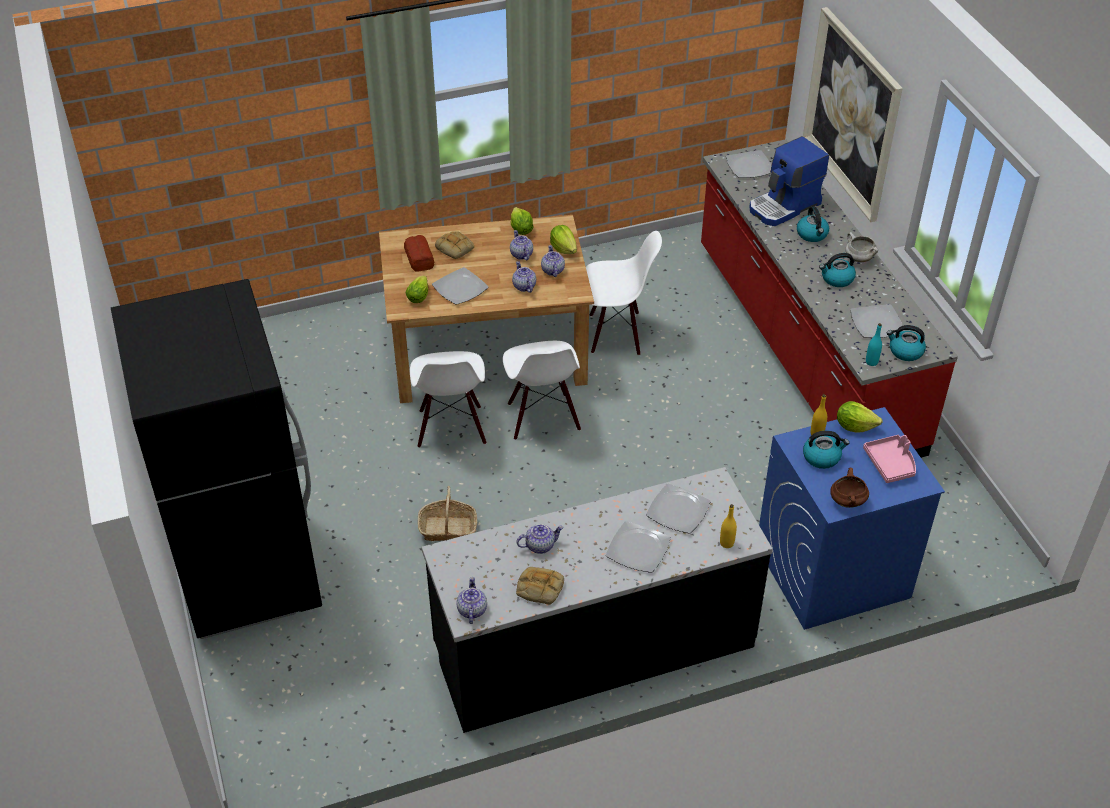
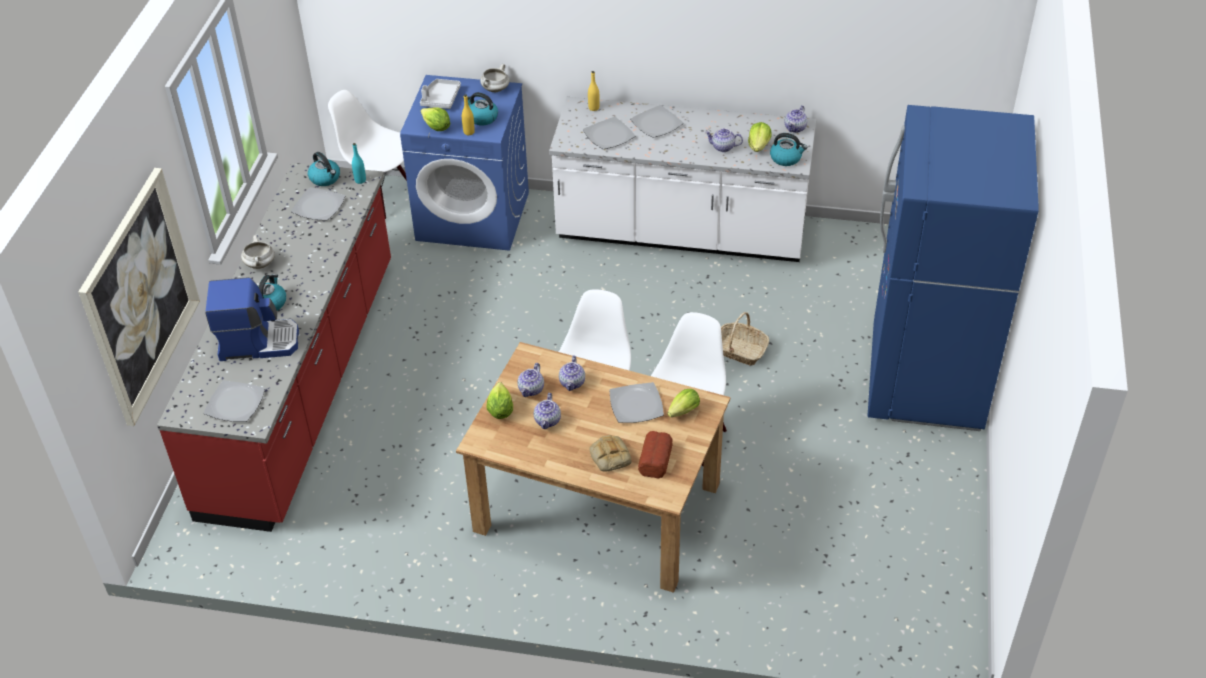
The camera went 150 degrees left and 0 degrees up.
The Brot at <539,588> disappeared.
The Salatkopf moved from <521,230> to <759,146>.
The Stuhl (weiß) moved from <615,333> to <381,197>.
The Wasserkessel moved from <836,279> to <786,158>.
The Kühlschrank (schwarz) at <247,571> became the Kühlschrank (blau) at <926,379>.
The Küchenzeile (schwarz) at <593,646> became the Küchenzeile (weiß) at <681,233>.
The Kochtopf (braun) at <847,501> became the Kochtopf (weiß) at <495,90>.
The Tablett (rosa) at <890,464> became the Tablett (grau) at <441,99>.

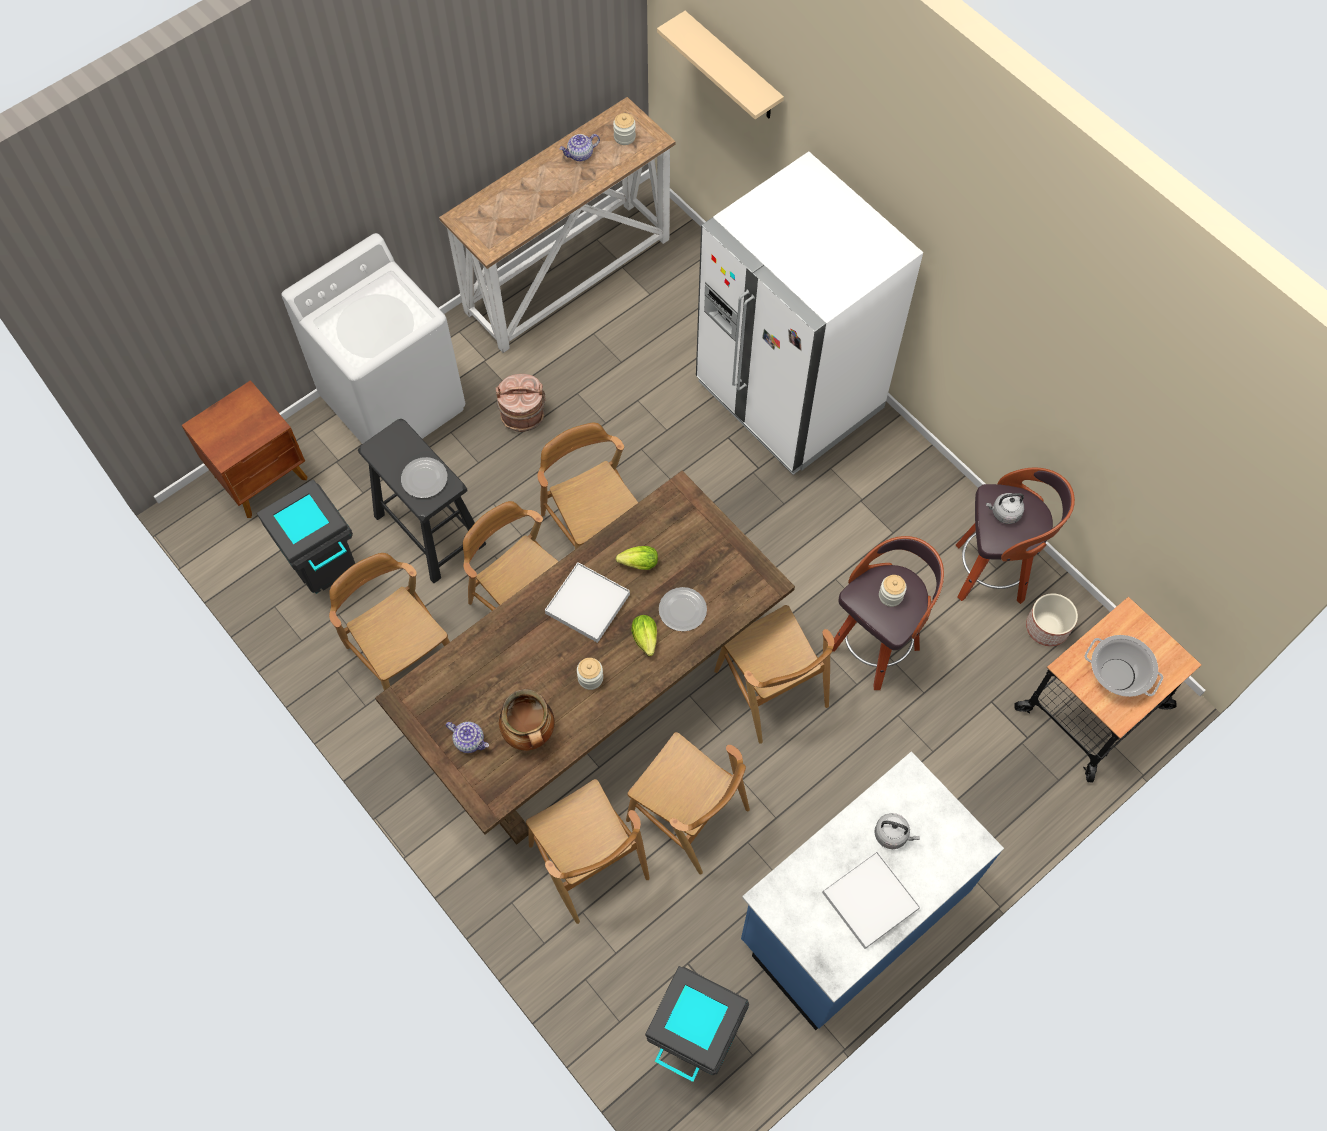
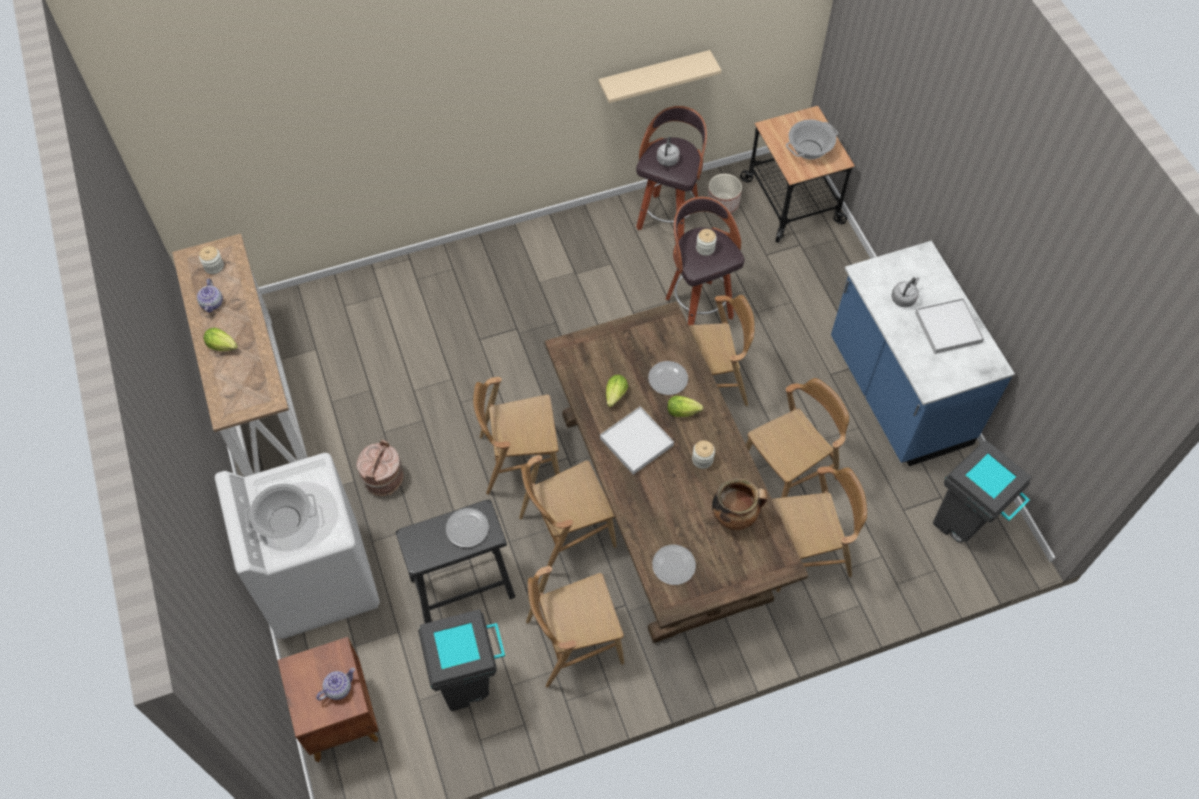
The camera went 70 degrees left and 5 degrees down.
The Kühlschrank (weiß) at <789,395> disappeared.
The Salatkopf at <224,346> appeared.
The Kochtopf at <285,520> appeared.
The Teller at <673,565> appeared.
The Teekanne moved from <470,740> to <338,688>.
The Wandregal (beige) moved from <732,68> to <654,77>.

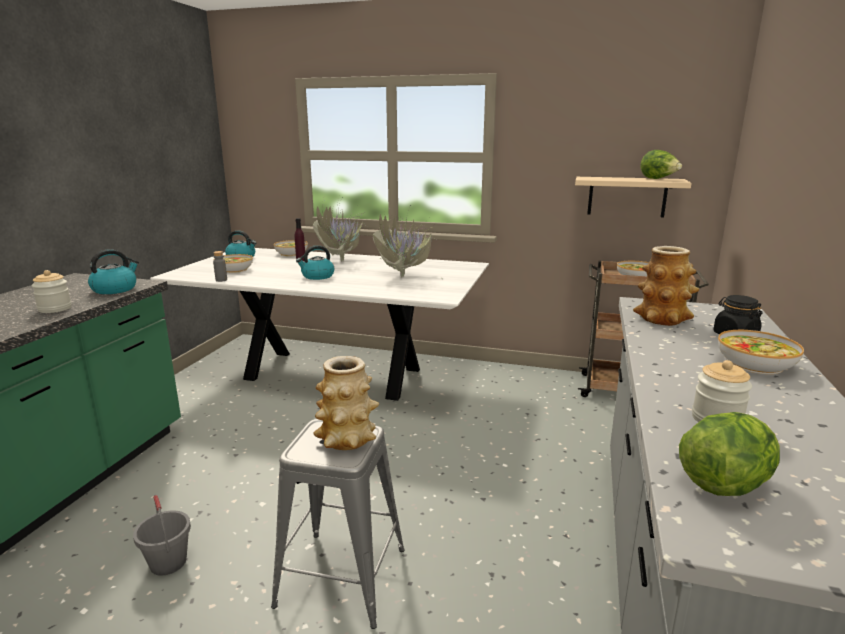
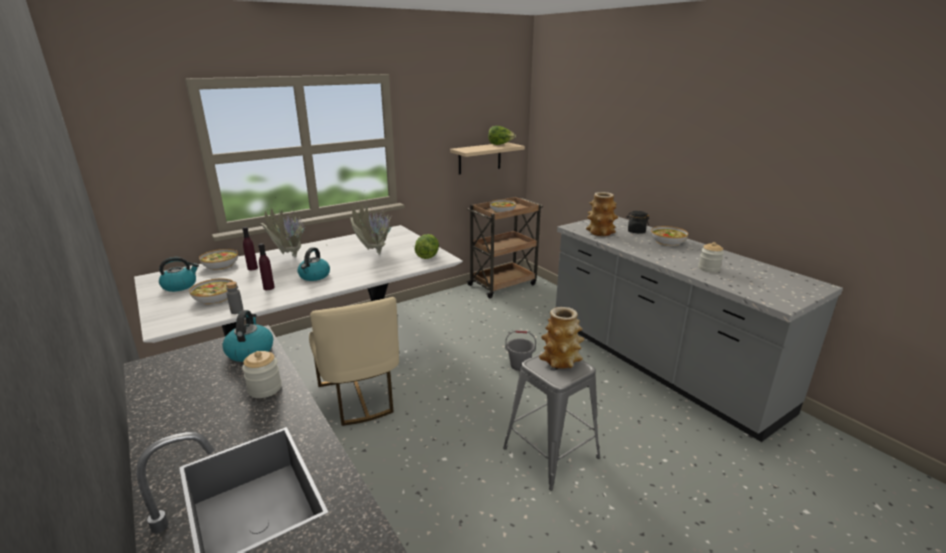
The camera went 50 degrees left and 5 degrees up.
The Flasche (lila) at <269,288> appeared.
The Stuhl (beige) at <359,397> appeared.
The Eimer (grau) moved from <169,562> to <519,365>.
The Salatkopf moved from <724,484> to <427,256>.

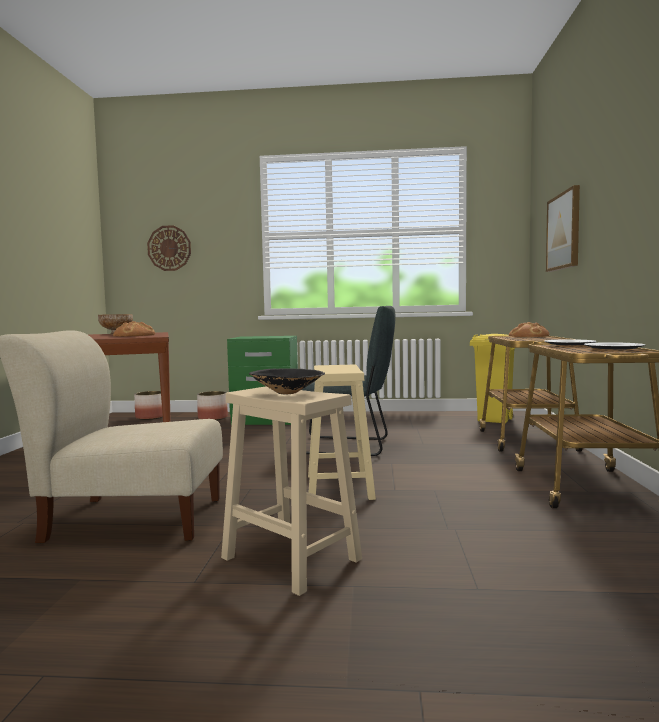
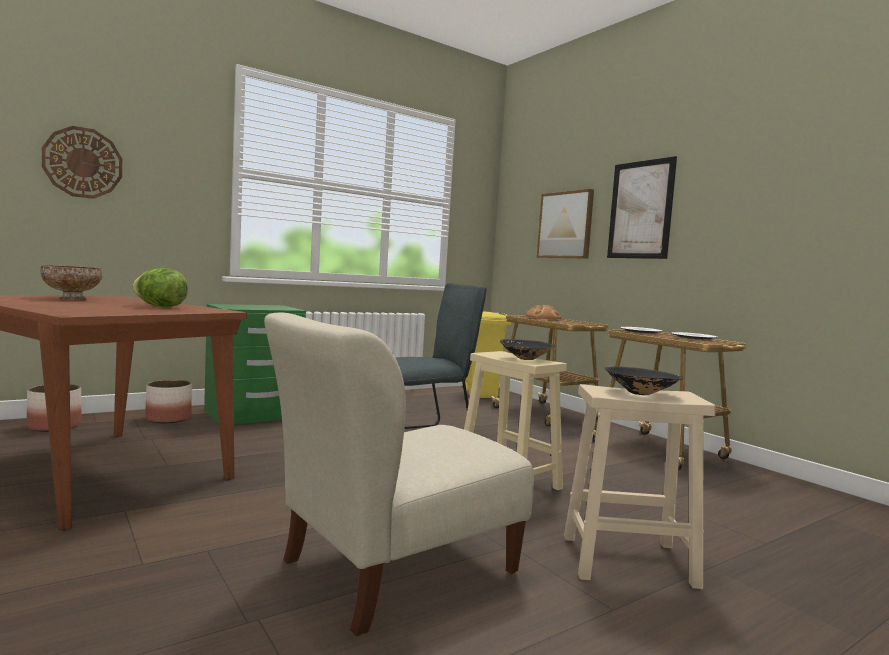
The camera went 40 degrees left and 0 degrees up.
The Schüssel (schwarz) at <526,359> appeared.
The Bild at <640,210> appeared.
The Brot at <134,335> was replaced by the Salatkopf at <160,306>.

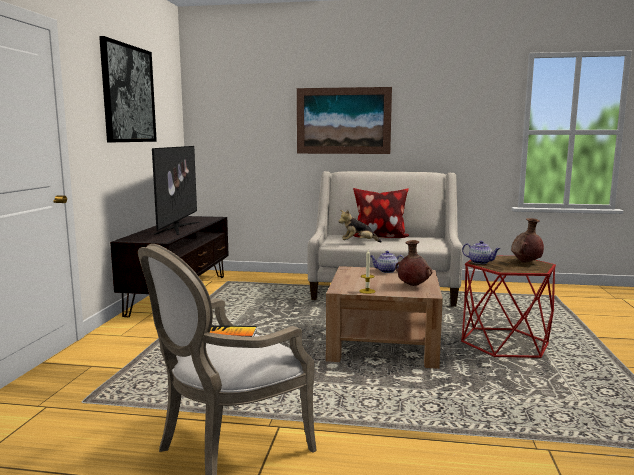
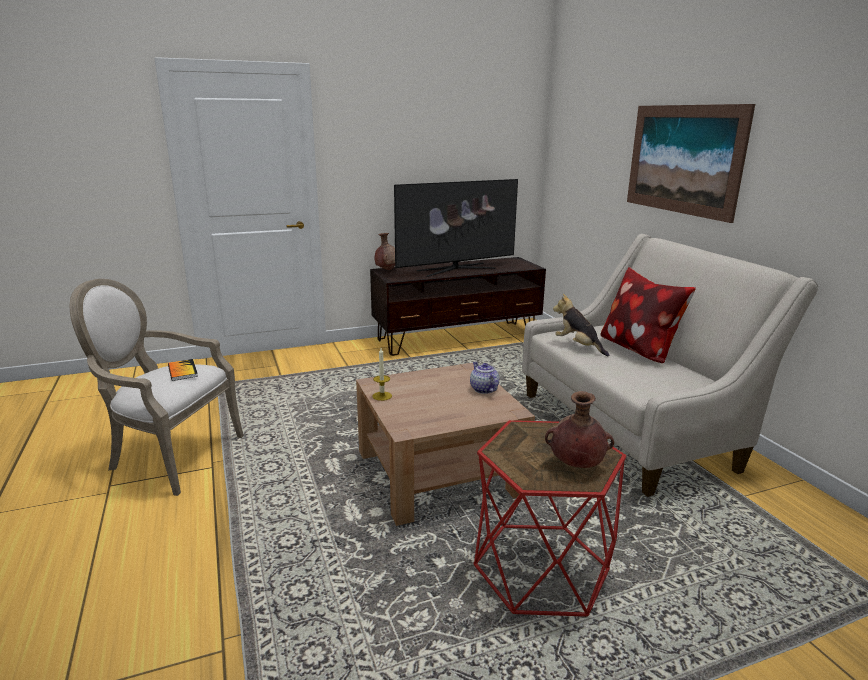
The camera went 60 degrees right and 10 degrees up.
The Bild at <128,94> disappeared.
The Teekanne at <480,262> disappeared.
The Vase (braun) moved from <412,286> to <387,270>.

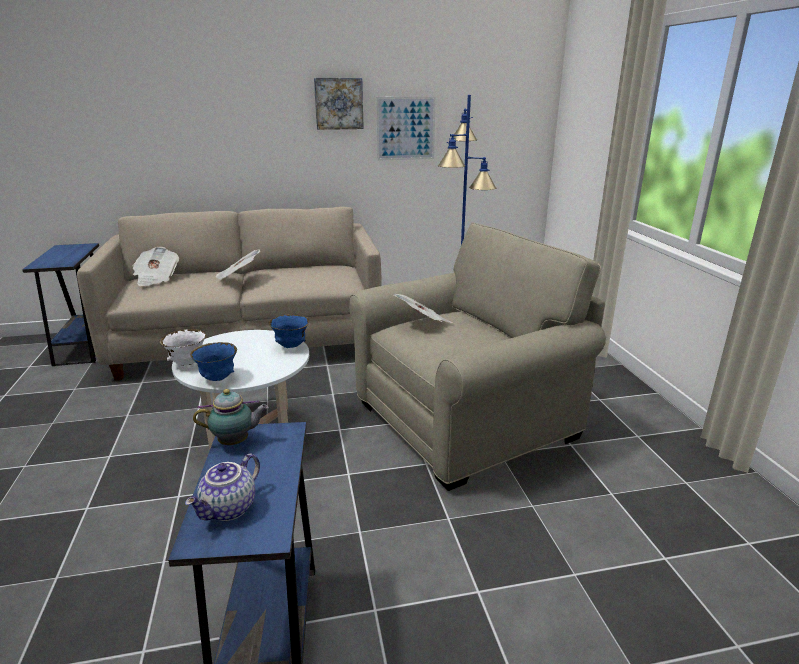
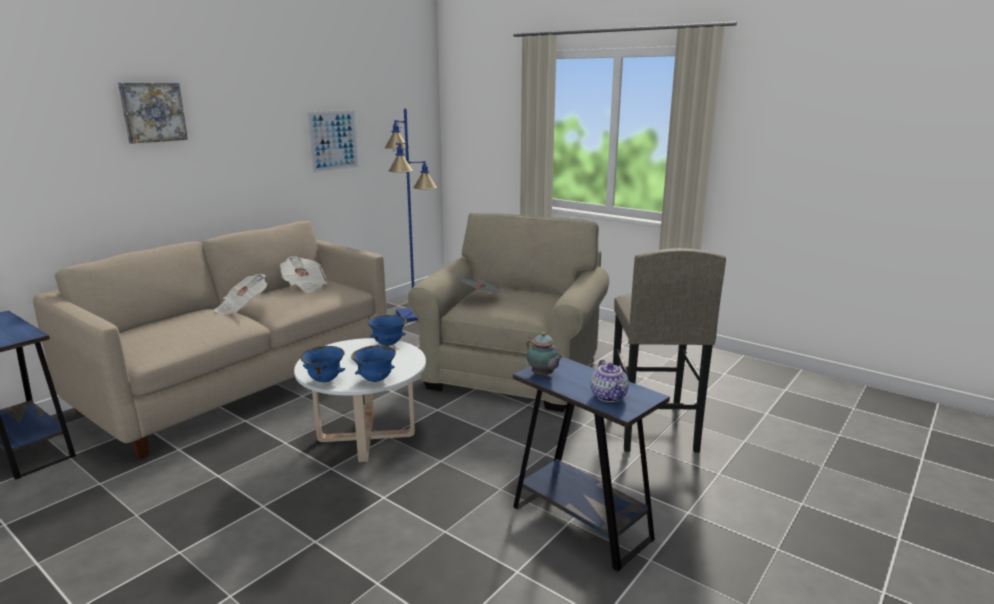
The camera went 40 degrees left and 5 degrees down.
The Hocker (grau) at <651,428> appeared.
The Zeitung moved from <156,278> to <305,286>.
The Bild moved from <338,103> to <152,112>.
The Schüssel (weiß) at <187,363> became the Schüssel (blau) at <324,380>.
The Teekanne at <236,442> turned 105 degrees clockwise.

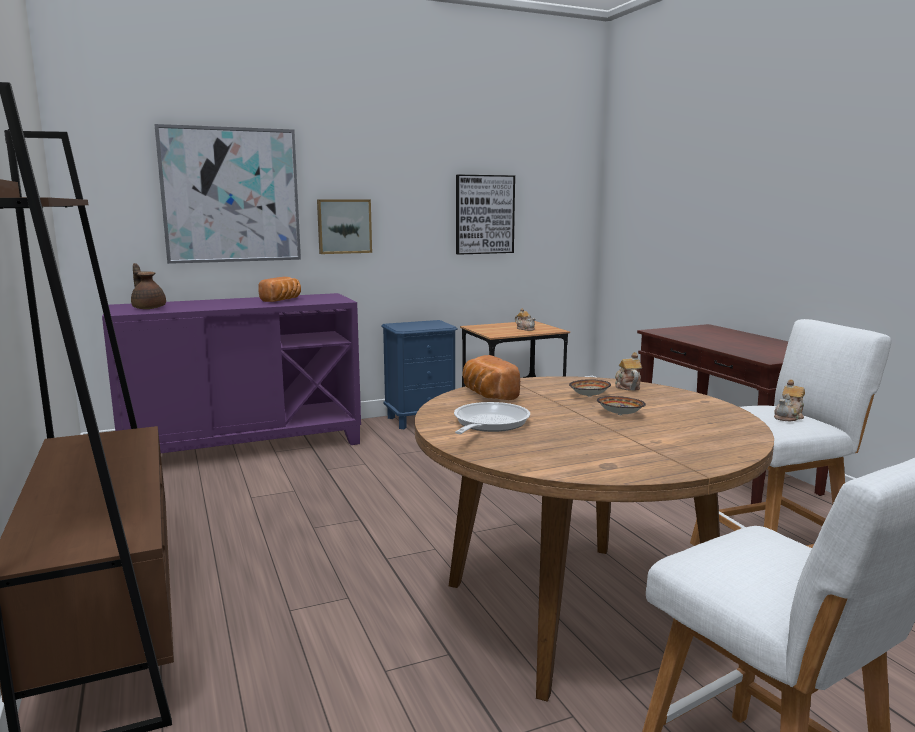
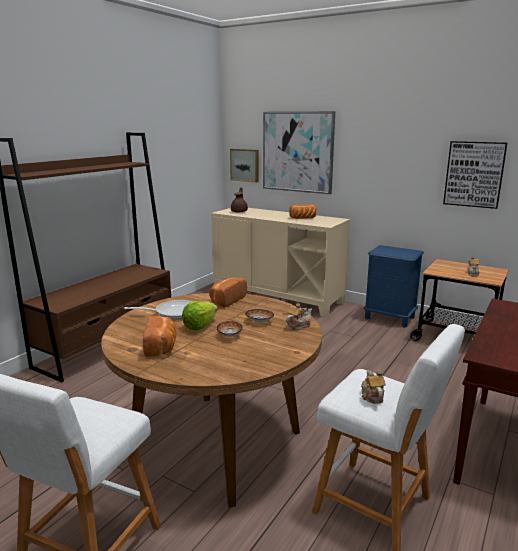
The camera went 55 degrees right and 5 degrees up.
The Brot at <162,347> appeared.
The Salatkopf at <200,326> appeared.
The Bild moved from <344,226> to <245,165>.
The Schrank (lila) at <244,446> became the Schrank (beige) at <278,297>.
The Teekanne at <789,417> turned 75 degrees clockwise.

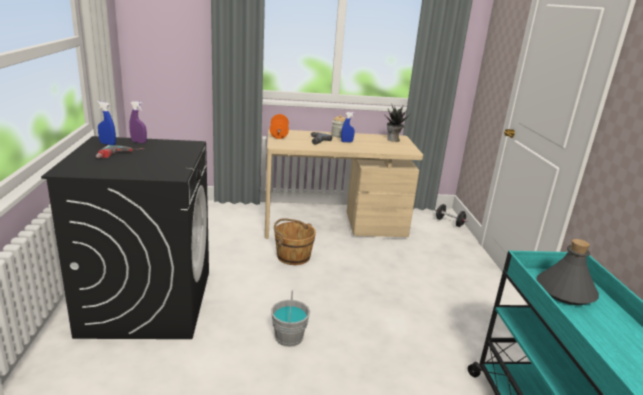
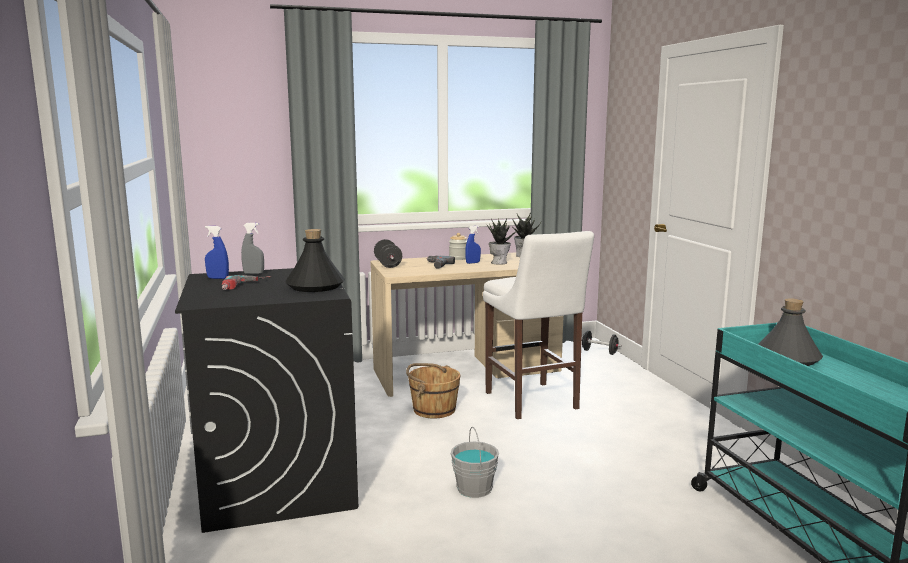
The camera went 10 degrees left and 10 degrees down.
The Flasche (schwarz) at <316,286> appeared.
The Hocker (weiß) at <533,402> appeared.
The Topfpflanze at <499,262> appeared.
The Sprühflasche (lila) at <139,142> became the Sprühflasche (grau) at <253,273>.
The Hantel (orange) at <279,135> became the Hantel (schwarz) at <388,264>.

